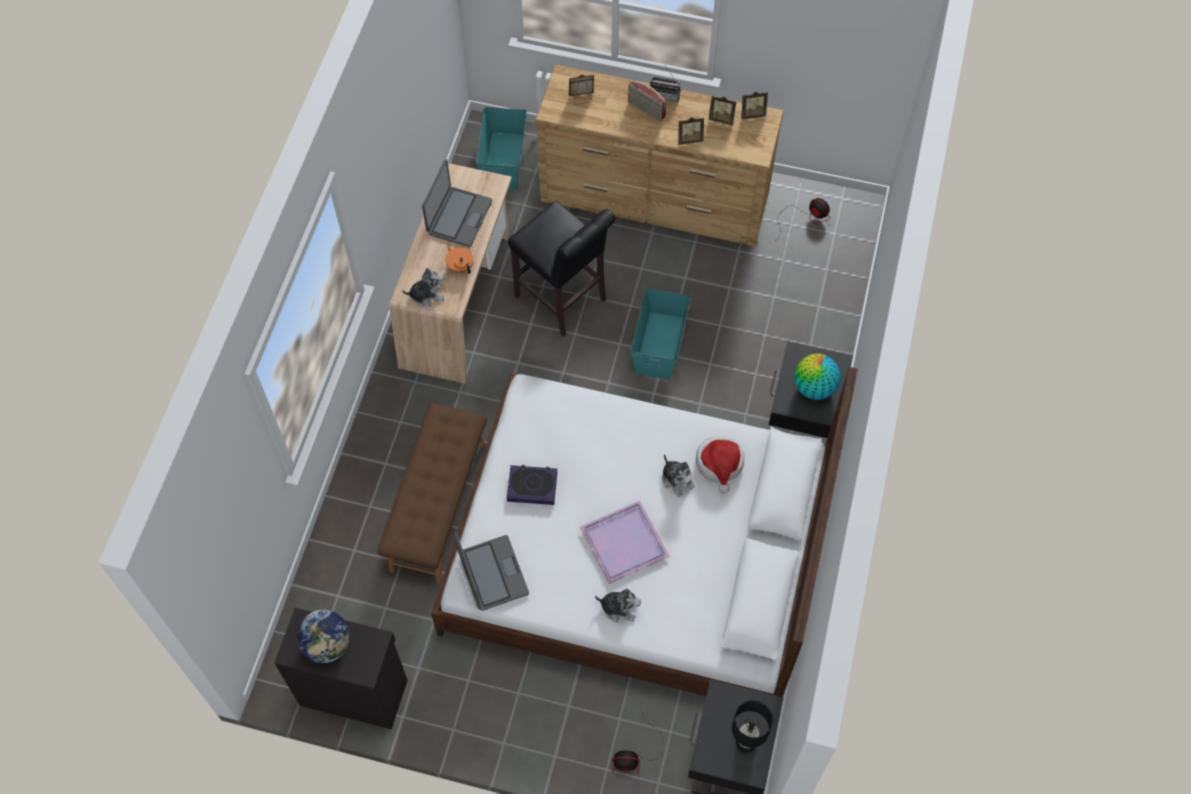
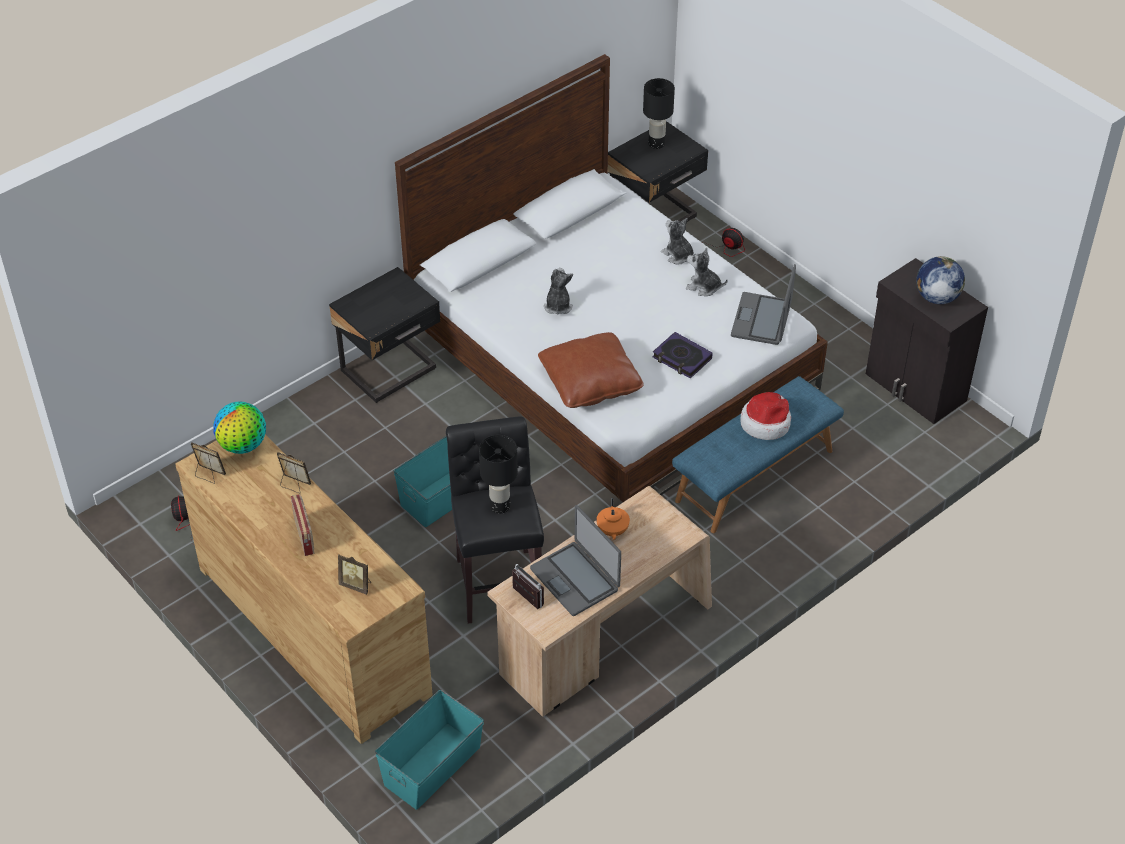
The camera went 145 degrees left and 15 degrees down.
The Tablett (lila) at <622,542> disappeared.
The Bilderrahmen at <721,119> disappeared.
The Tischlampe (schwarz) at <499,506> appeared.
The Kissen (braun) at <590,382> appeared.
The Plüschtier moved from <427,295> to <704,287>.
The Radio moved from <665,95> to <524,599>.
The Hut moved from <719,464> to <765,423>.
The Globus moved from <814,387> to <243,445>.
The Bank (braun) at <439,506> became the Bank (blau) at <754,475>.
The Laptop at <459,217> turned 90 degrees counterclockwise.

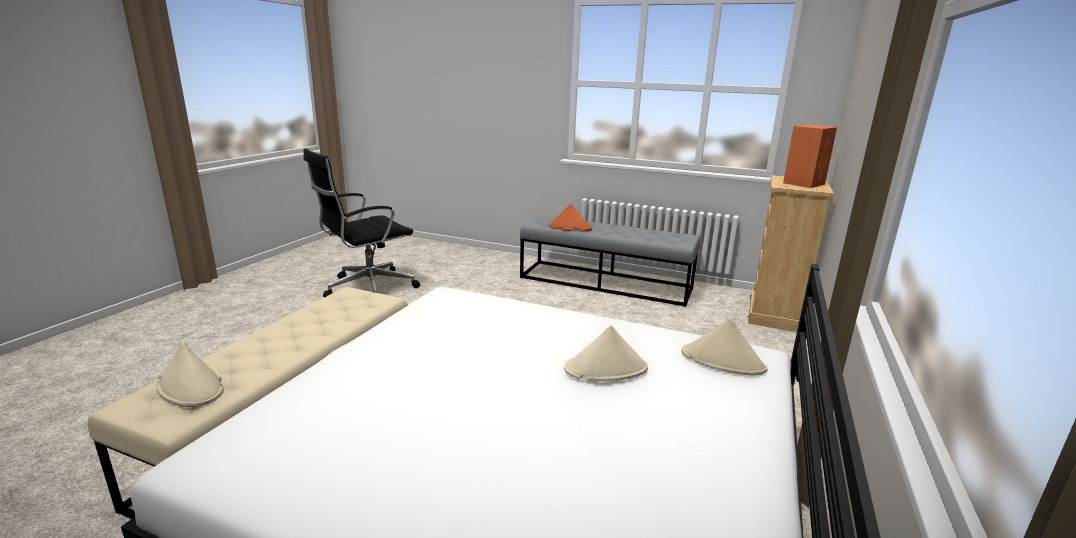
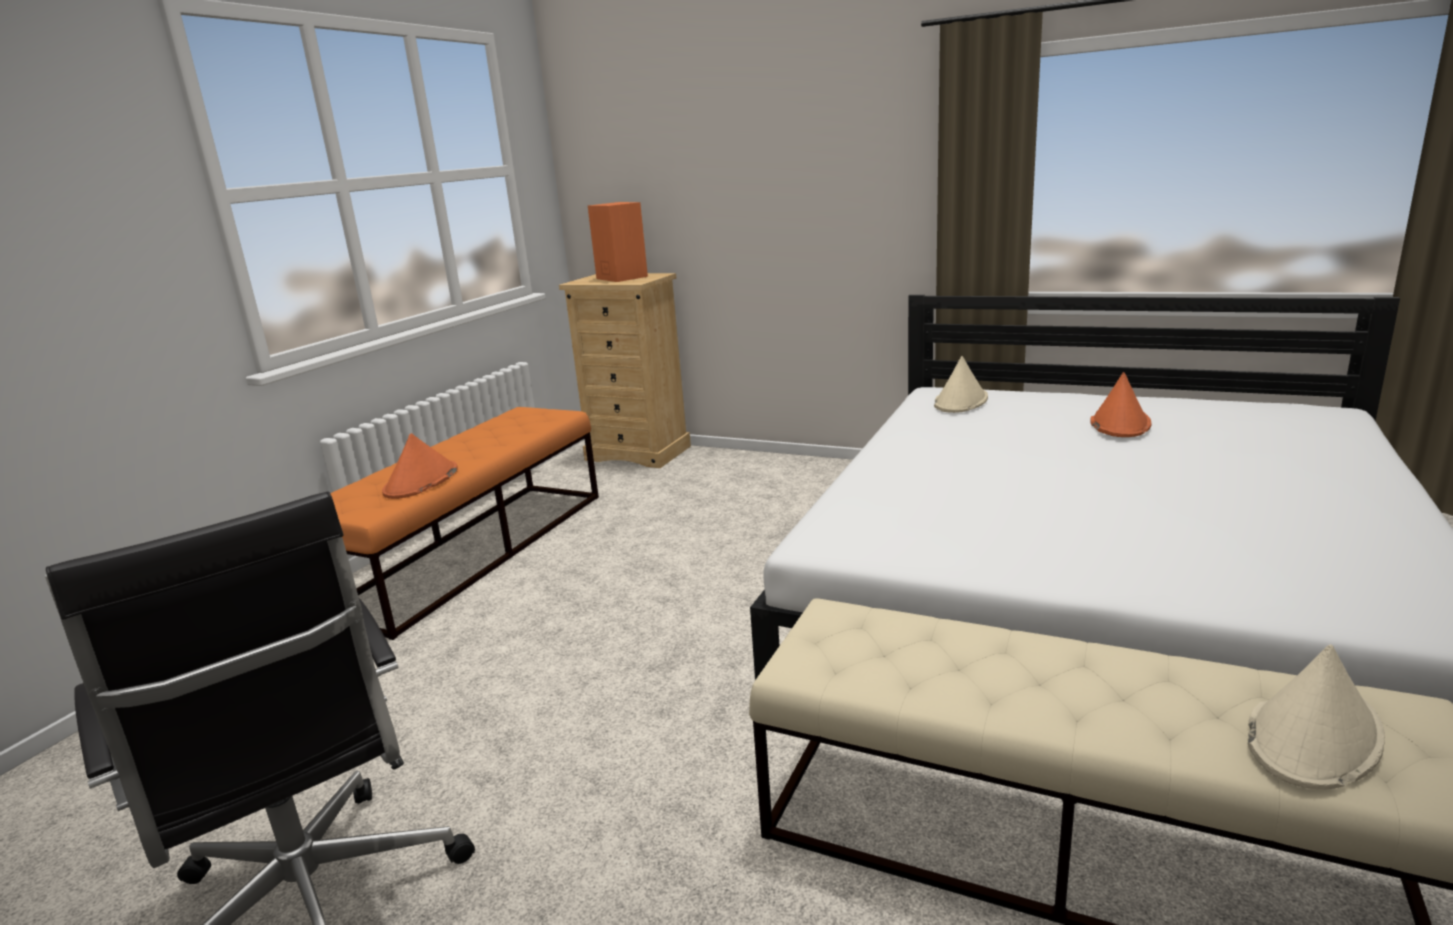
The camera went 85 degrees left and 0 degrees up.
The Hut (beige) at <606,369> disappeared.
The Hut (orange) at <1119,423> appeared.
The Bank (grau) at <606,282> became the Bank (orange) at <474,551>.

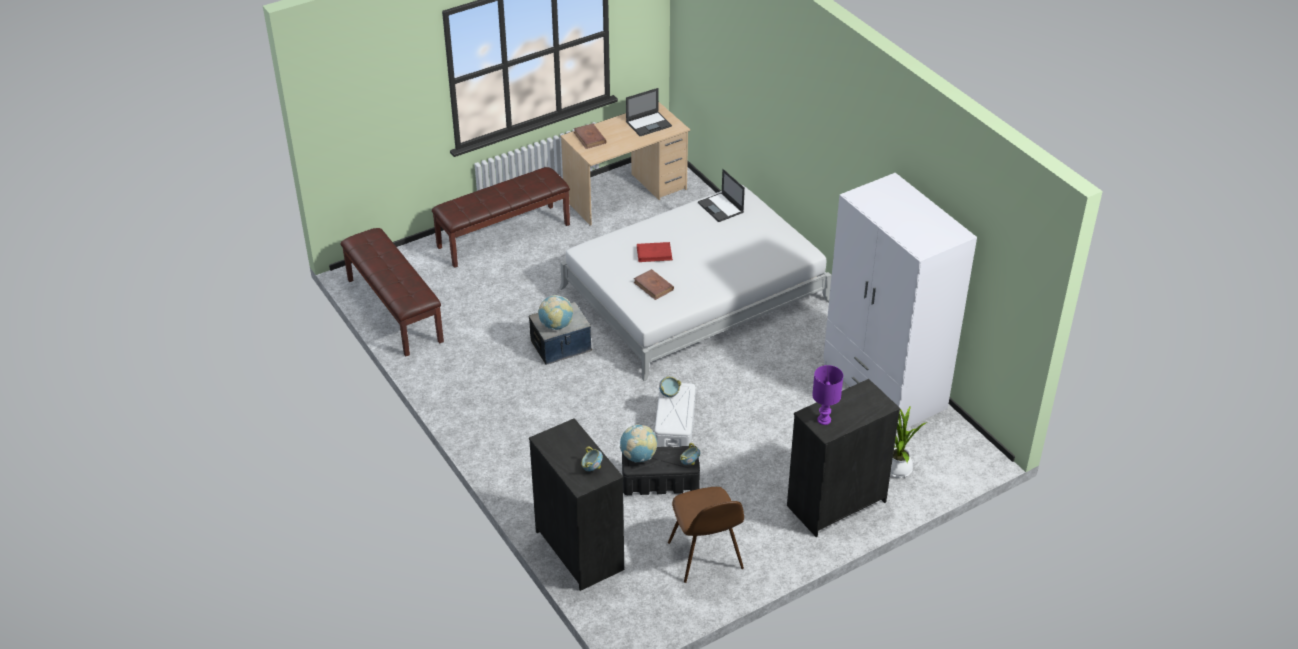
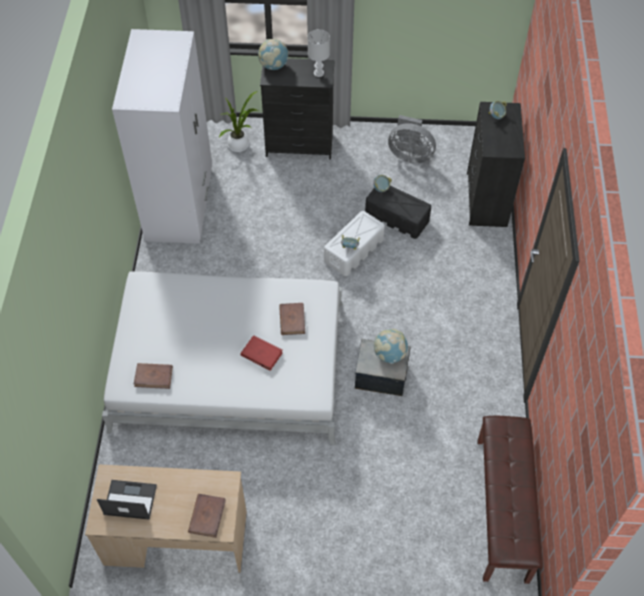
The camera went 145 degrees left and 15 degrees up.
The Bank (braun) at <503,235> disappeared.
The Globus moved from <638,456> to <273,66>.
The Stuhl (braun) at <706,557> was replaced by the Ventilator (grau) at <410,155>.
The Laptop at <721,208> was replaced by the Buch (braun) at <154,377>.
The Tischlampe (lila) at <824,420> became the Tischlampe (weiß) at <318,73>.

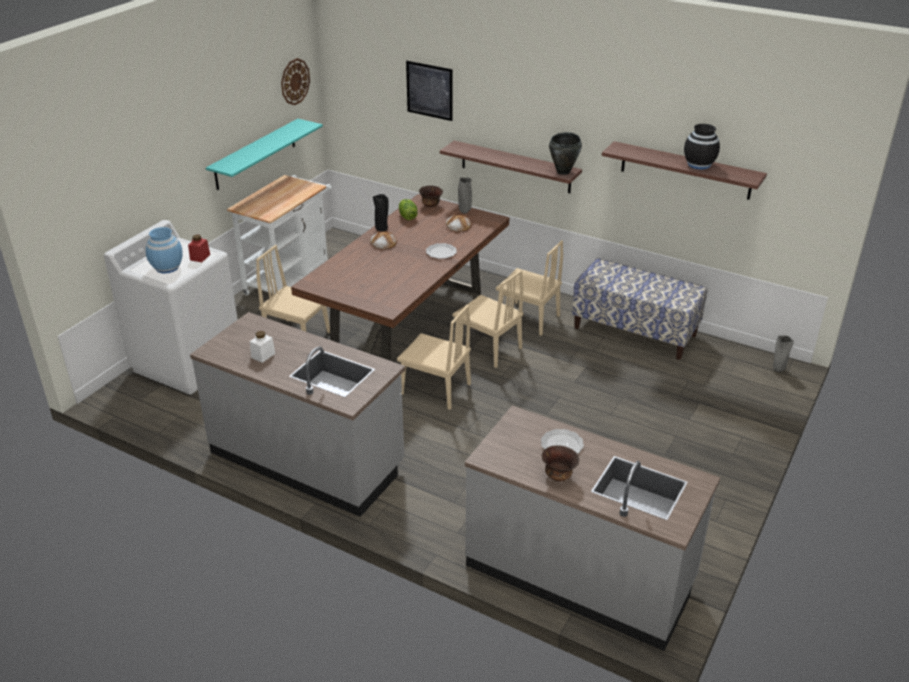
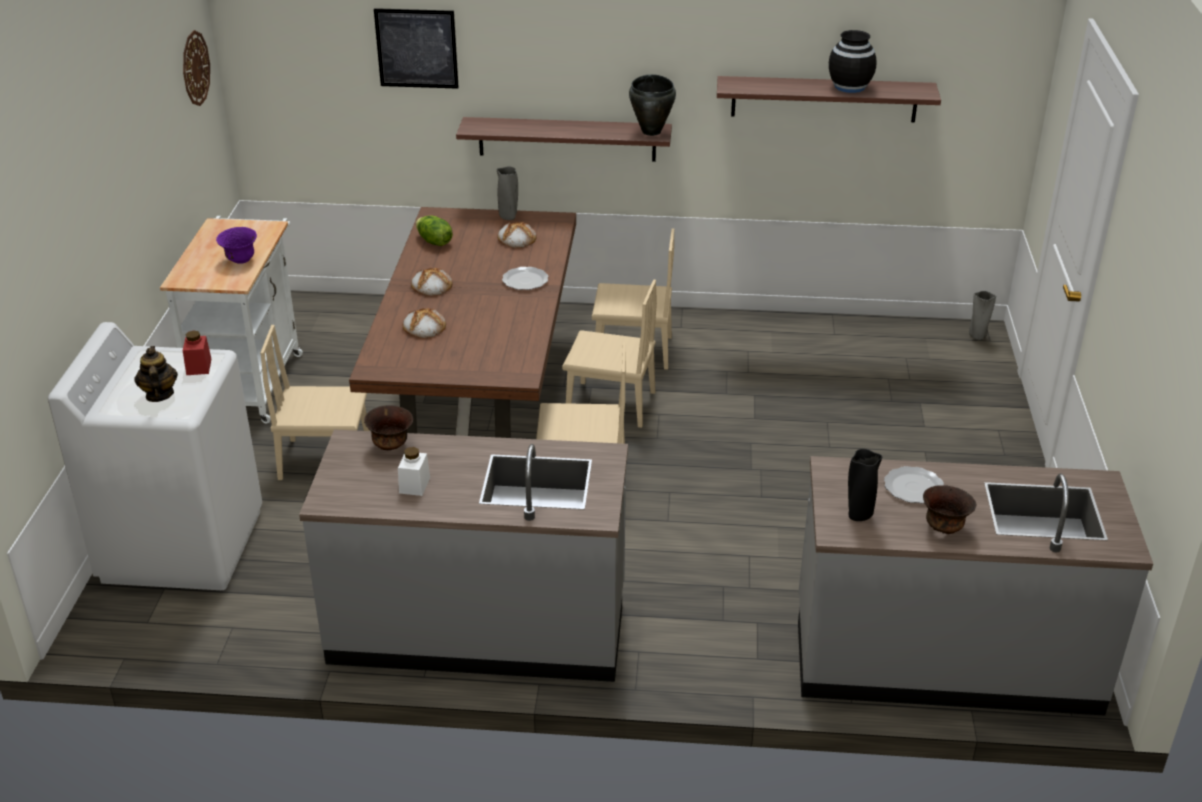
The camera went 25 degrees left and 0 degrees up.
The Wandregal (türkis) at <255,154> disappeared.
The Bank at <635,331> disappeared.
The Schüssel (lila) at <240,260> appeared.
The Brot at <424,327> appeared.
The Vase (schwarz) moved from <382,229> to <859,515>.
The Schüssel (braun) moved from <431,205> to <391,445>.
The Vase (blau) at <167,267> was replaced by the Teekanne at <159,395>.

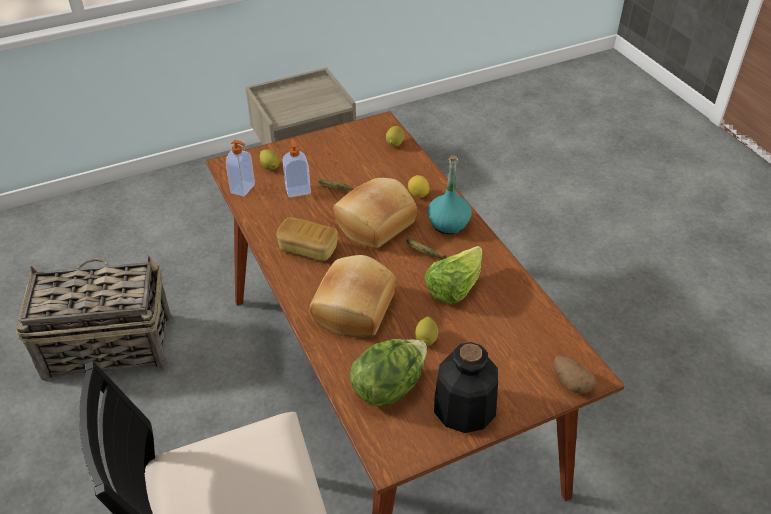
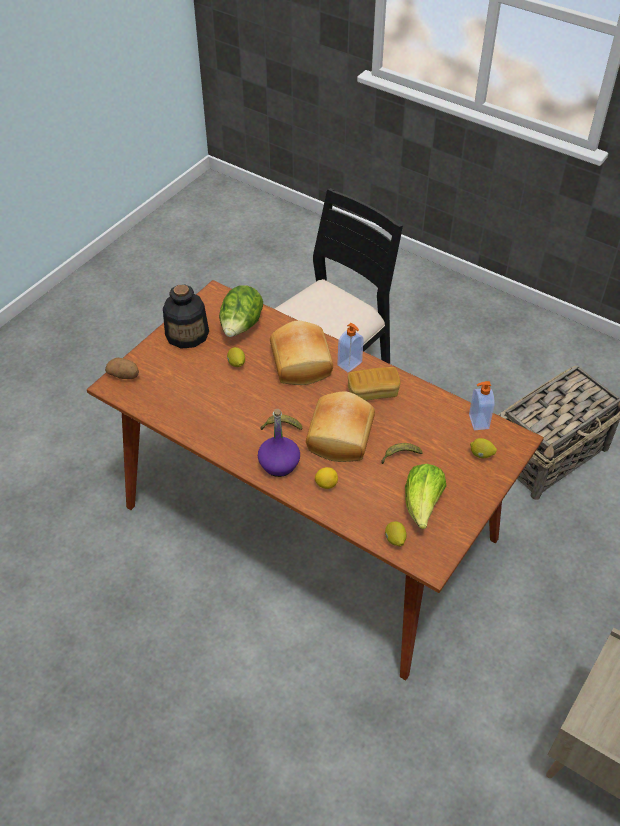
The camera went 150 degrees right and 5 degrees up.
The Seifenspender moved from <298,190> to <350,364>.
The Salatkopf moved from <454,288> to <422,505>.
The Flasche (türkis) at <448,224> became the Flasche (lila) at <279,464>.

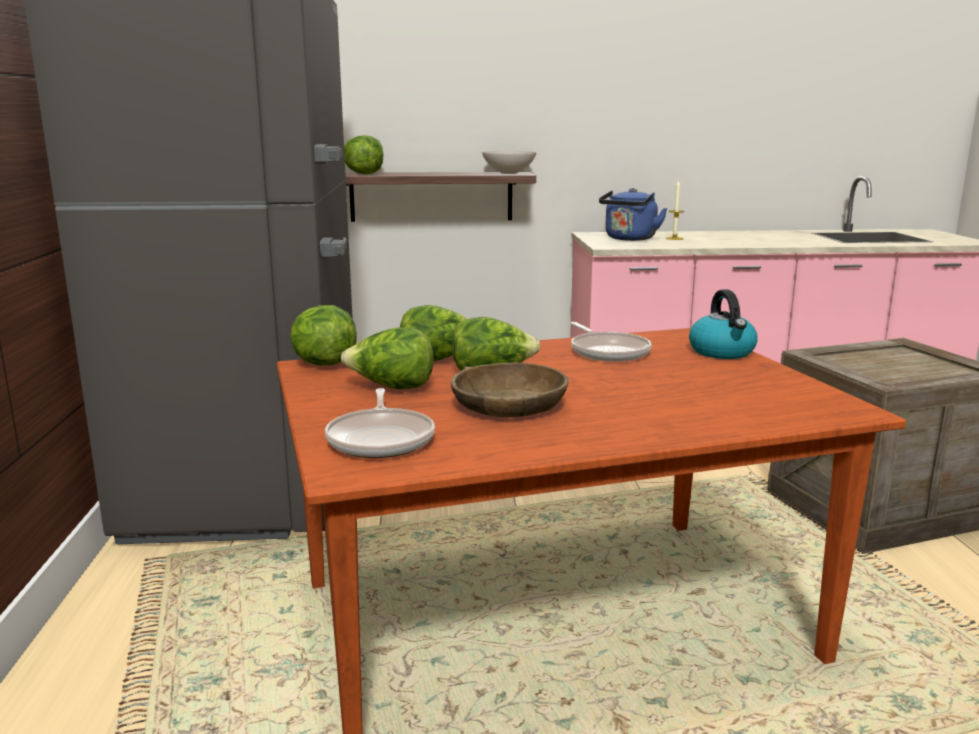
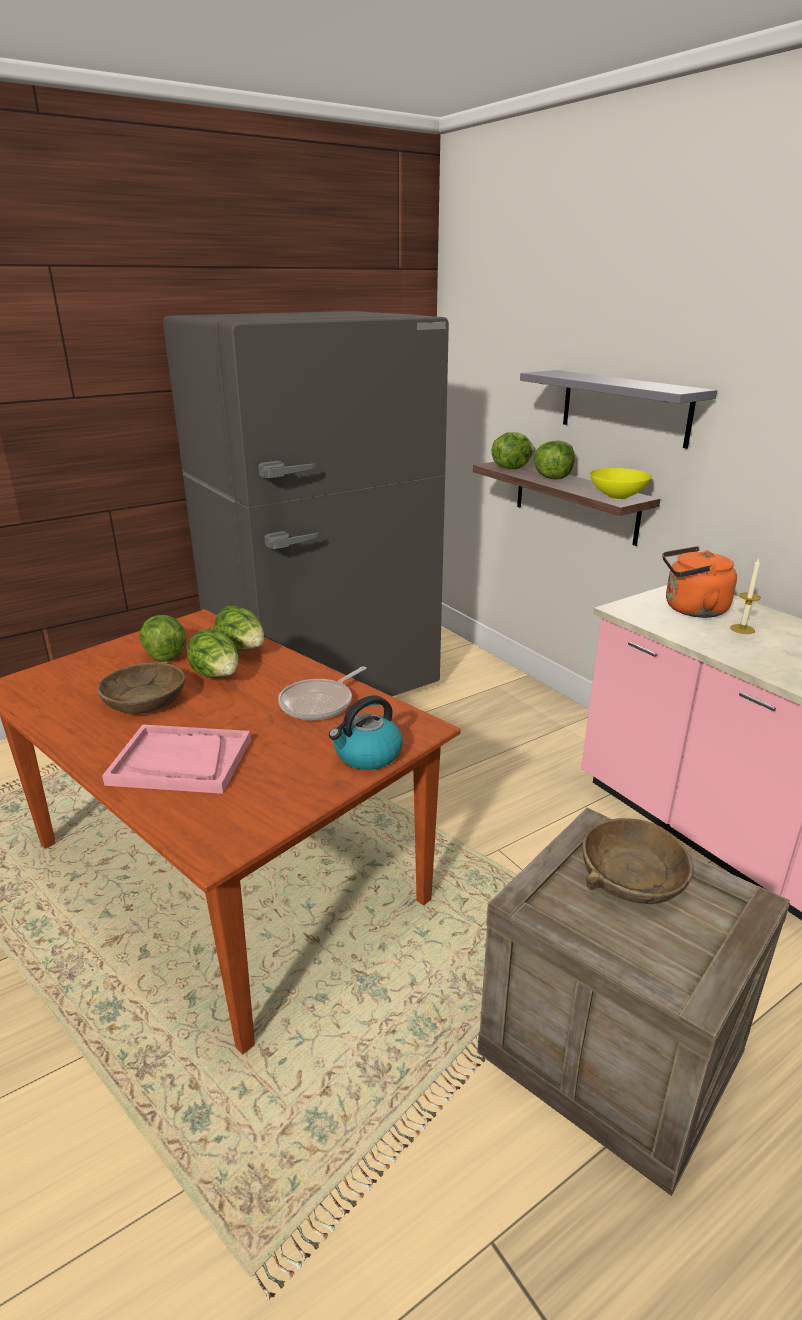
The camera went 60 degrees right and 10 degrees up.
The Pfanne at <381,439> disappeared.
The Tablett (rosa) at <180,762> appeared.
The Wandregal (grau) at <624,407> appeared.
The Schüssel (braun) at <632,876> appeared.
The Salatkopf moved from <323,364> to <552,478>.
The Schüssel (weiß) at <508,173> became the Schüssel (gelb) at <617,496>.
The Wasserkessel (blau) at <629,239> became the Wasserkessel (orange) at <691,610>.

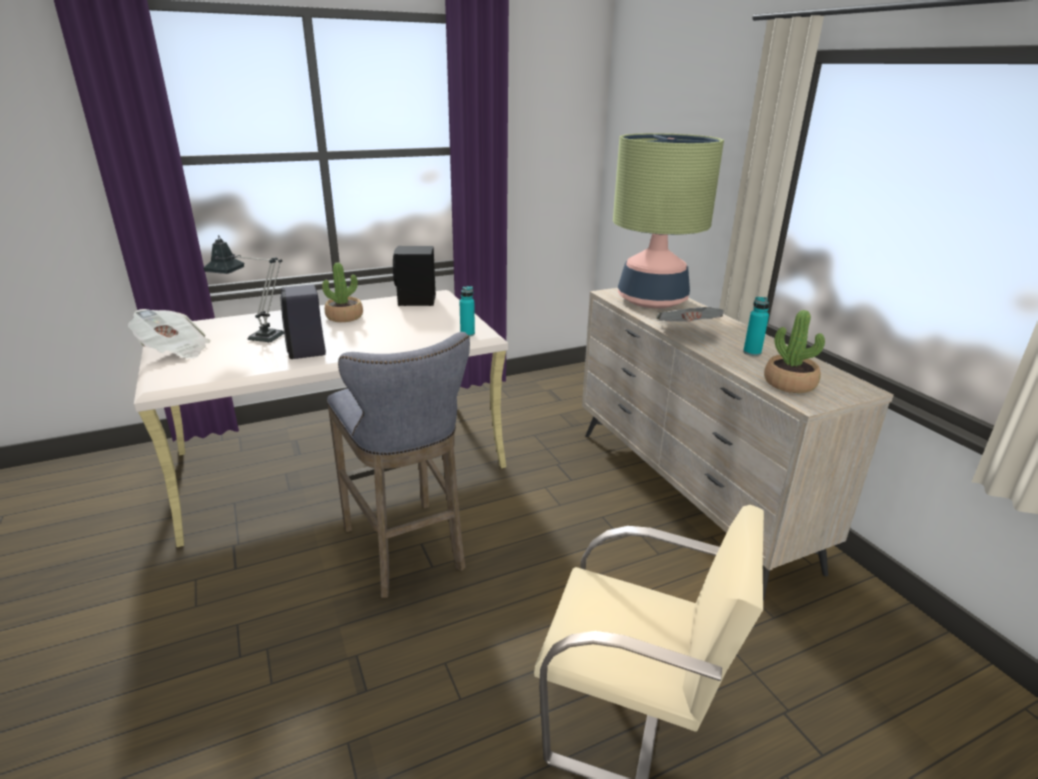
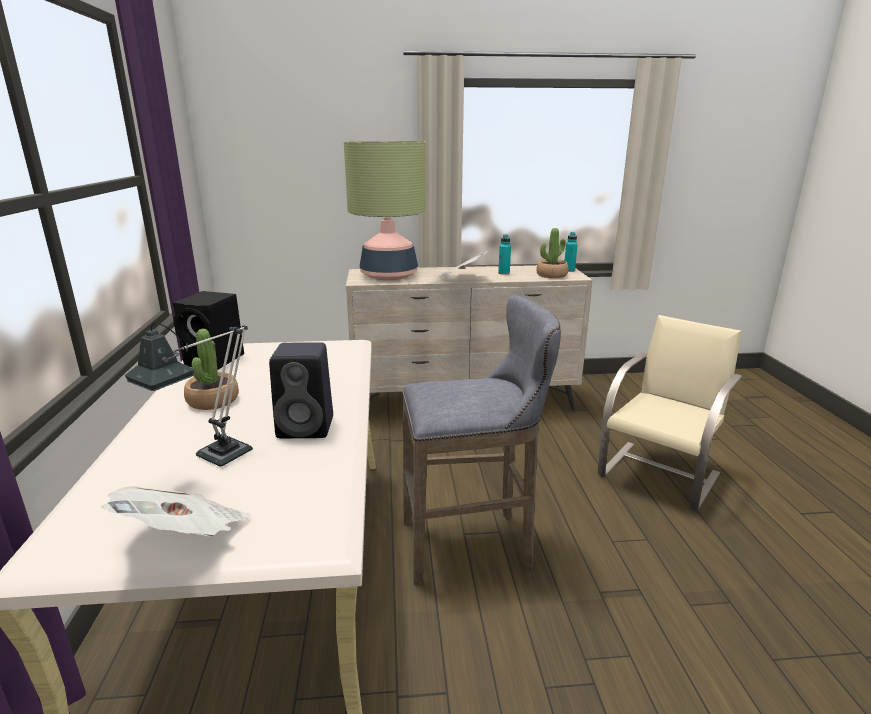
The camera went 70 degrees left and 5 degrees down.
The Flasche (türkis) moved from <467,334> to <569,270>.

